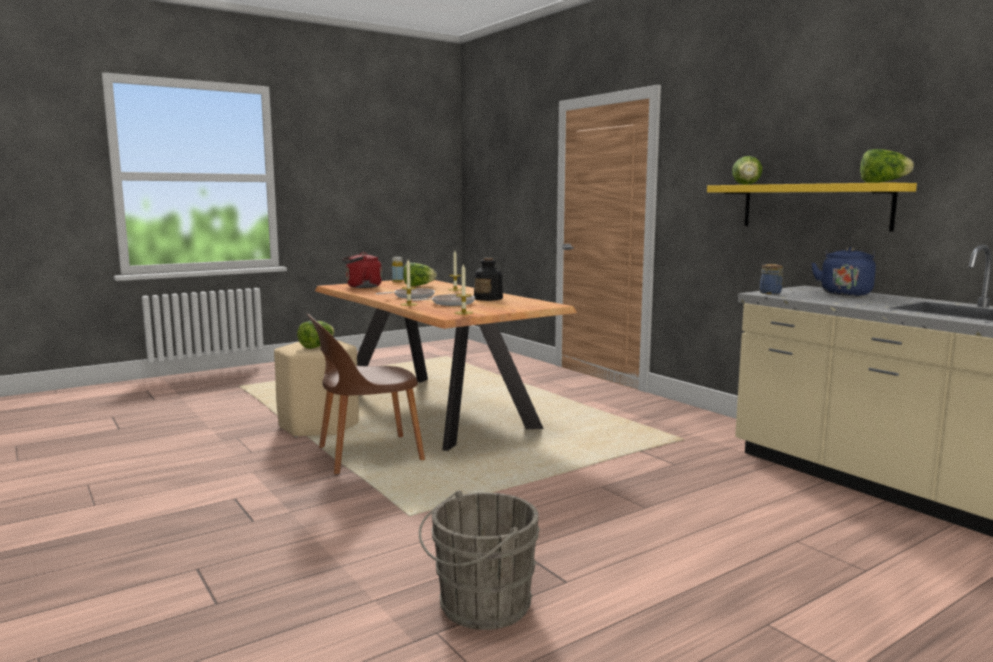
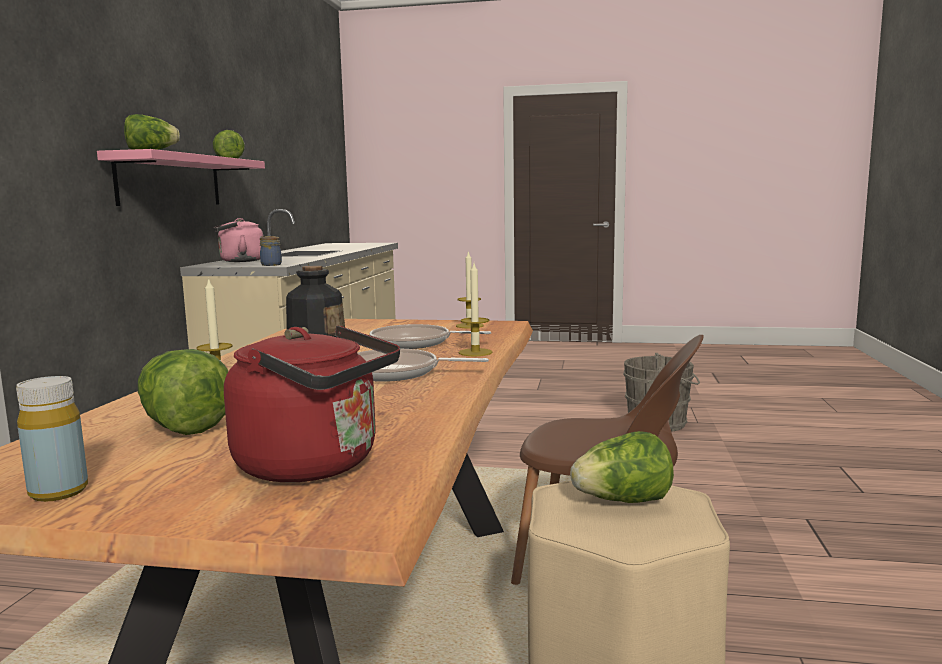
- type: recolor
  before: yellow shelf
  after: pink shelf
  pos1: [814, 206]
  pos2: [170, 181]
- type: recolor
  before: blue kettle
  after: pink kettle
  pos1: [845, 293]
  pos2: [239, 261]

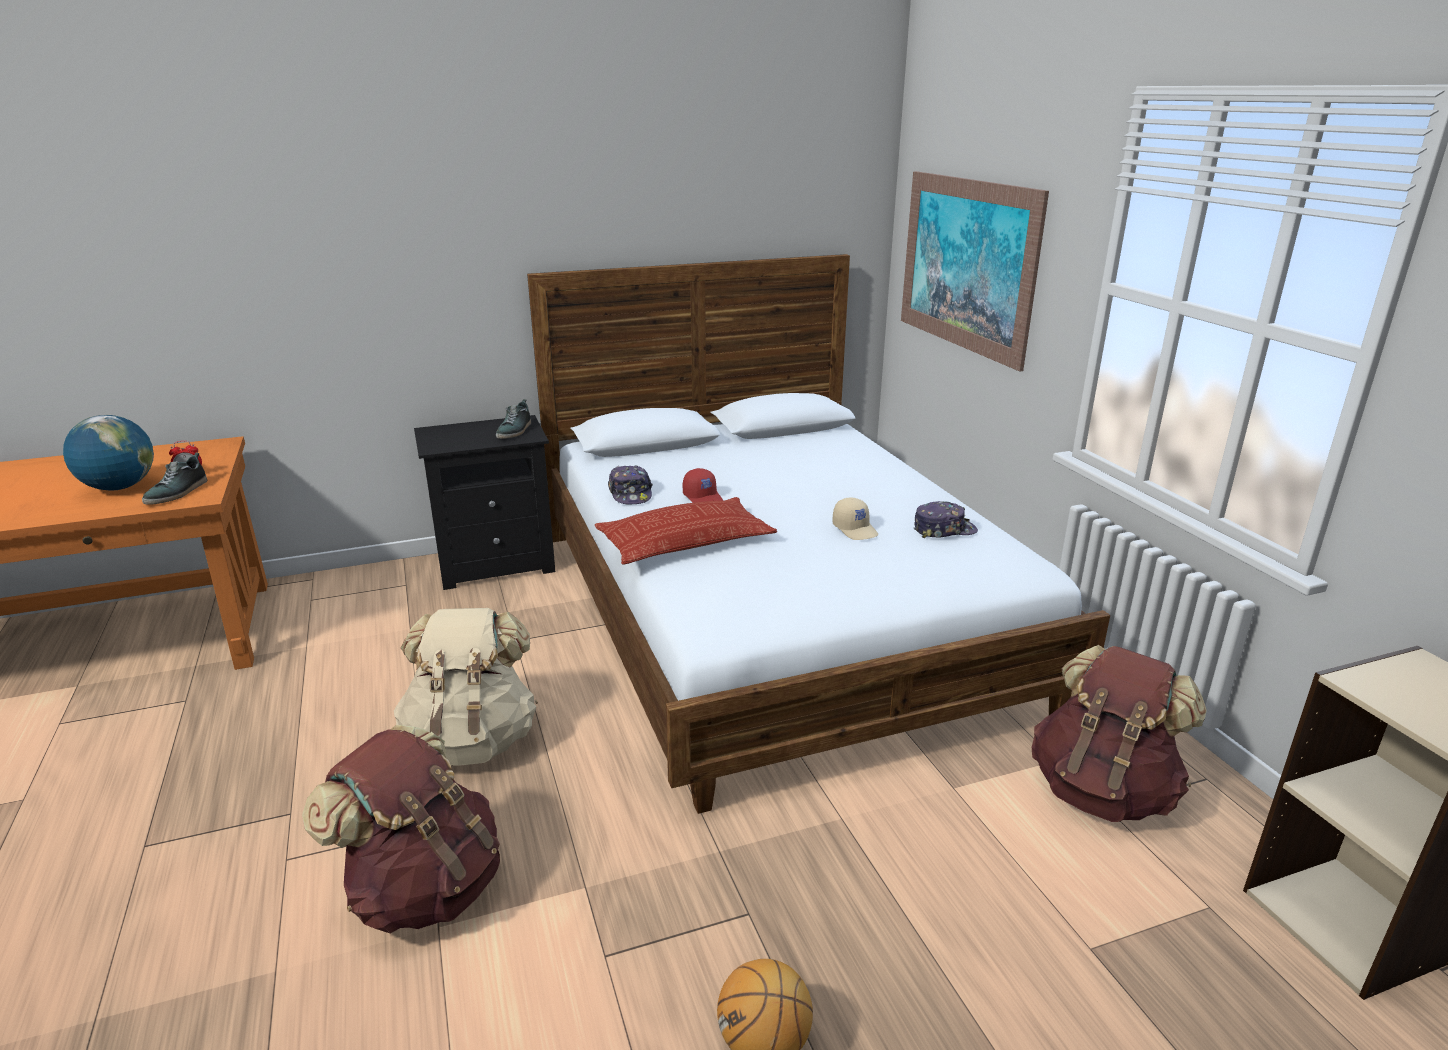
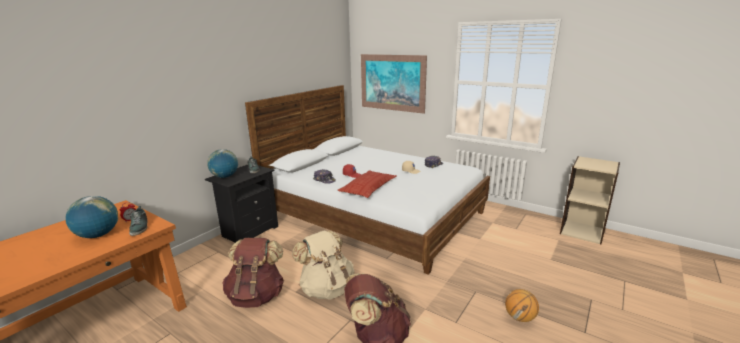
- type: insert
  after: globe
  pos2: [225, 177]
- type: move
  before: brown backpack
  pos1: [1102, 791]
  pos2: [256, 296]

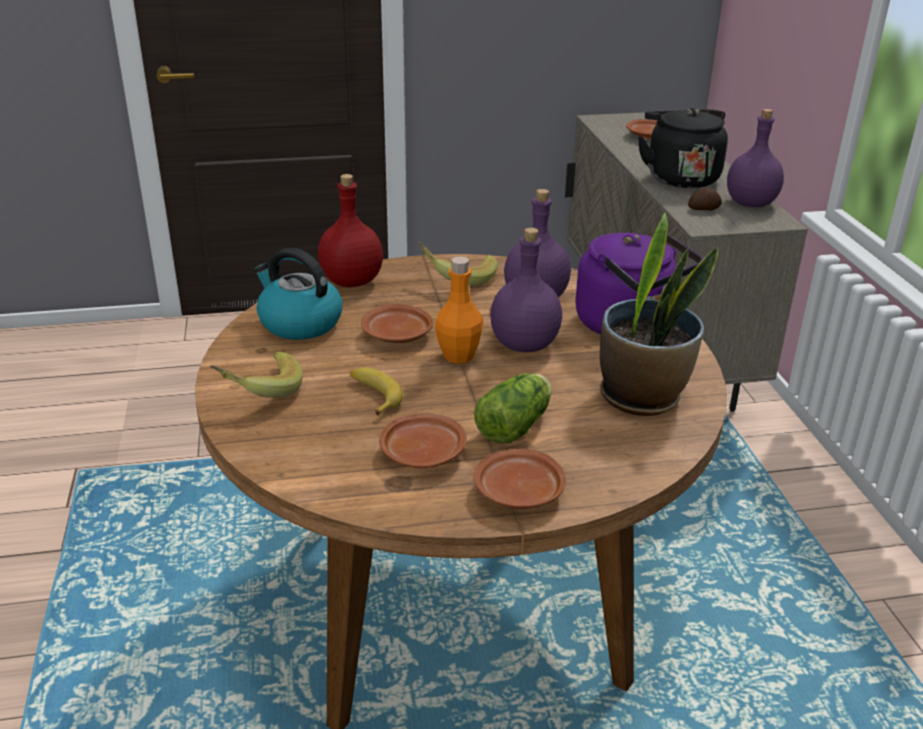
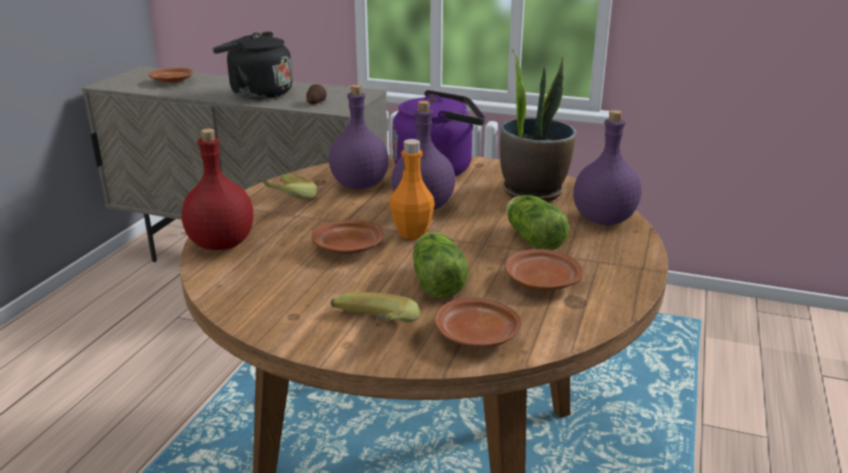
- type: delete
  before: kettle
  pos1: [299, 323]
- type: move
  before: brown plate
  pos1: [518, 493]
  pos2: [477, 336]
- type: move
  before: purple bottle
  pos1: [751, 203]
  pos2: [603, 219]
- type: replace
  before: banana
  after: lettuce
  pos1: [373, 395]
  pos2: [437, 281]

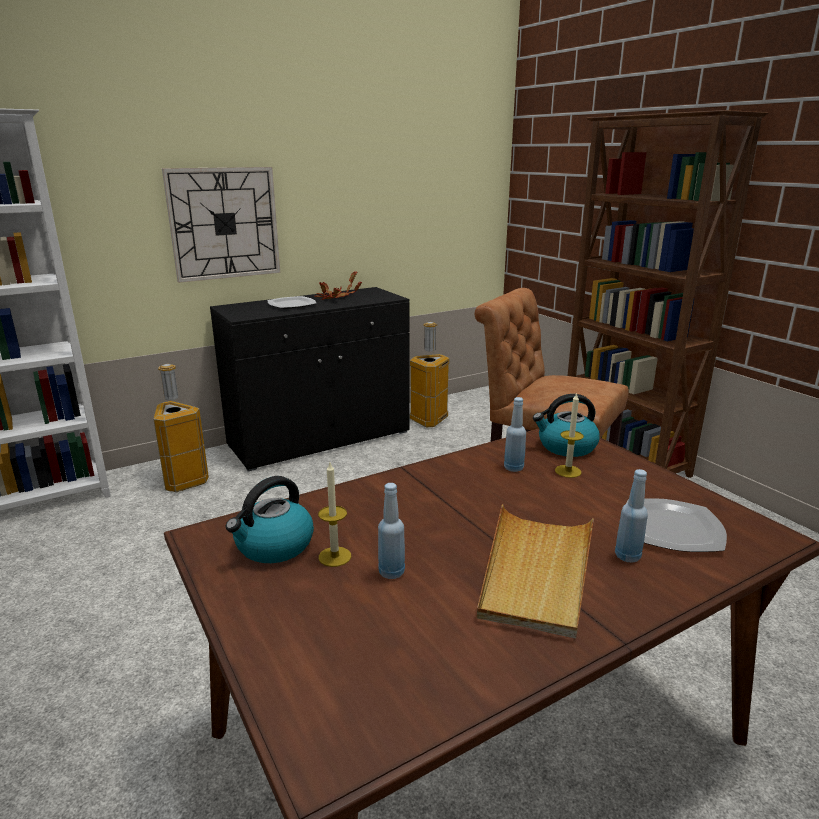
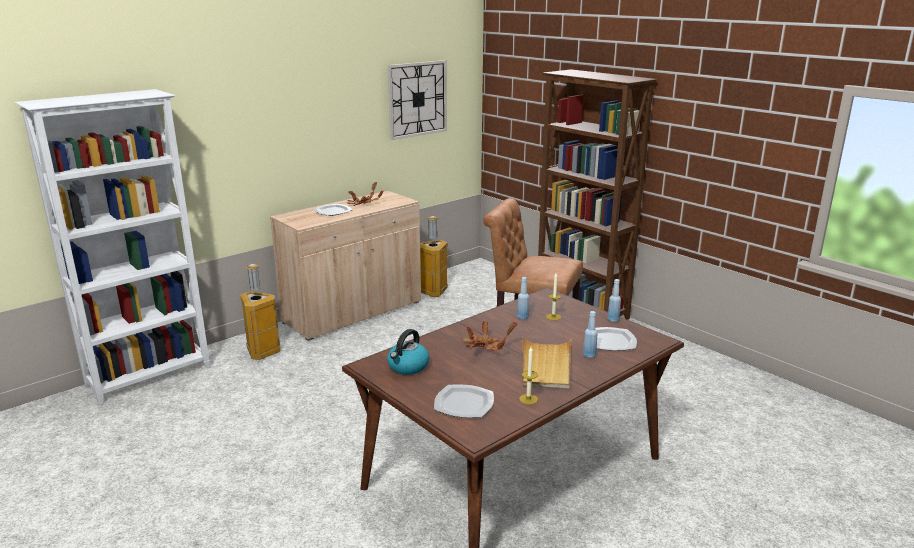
- type: delete
  before: kettle
  pos1: [566, 447]
- type: insert
  after: plate
  pos2: [464, 403]
- type: insert
  after: potted plant
  pos2: [484, 347]
- type: move
  before: wall clock
  pos1: [224, 223]
  pos2: [417, 99]
- type: move
  before: candle
  pos1: [335, 556]
  pos2: [528, 399]
- type: move
  before: blue bottle
  pos1: [391, 572]
  pos2: [613, 320]
- type: recolor
  before: black cabinet
  after: beige cabinet
  pos1: [320, 439]
  pos2: [353, 312]

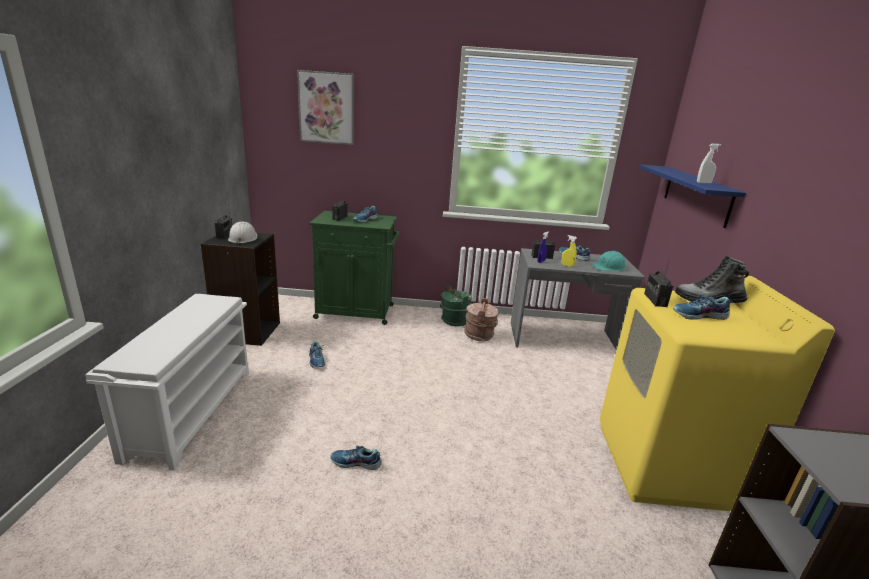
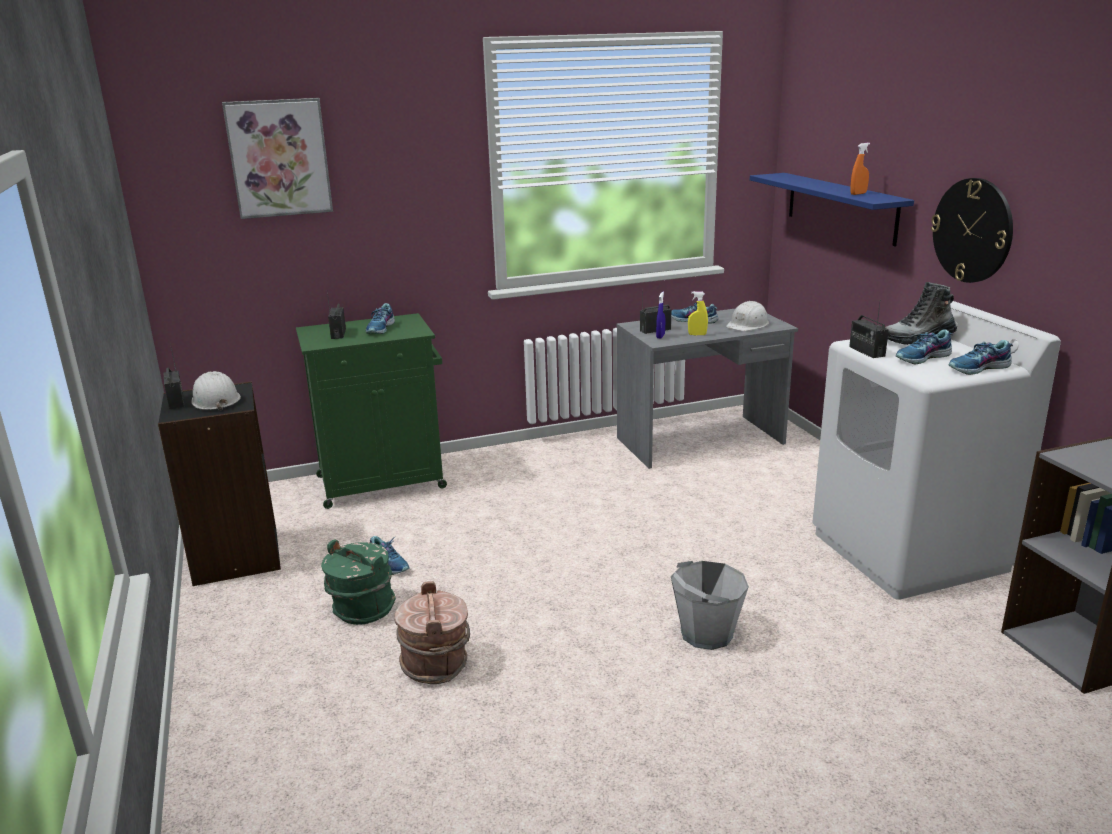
- type: delete
  before: white shoe rack
  pos1: [191, 411]
- type: insert
  after: grey bucket
  pos2: [706, 633]
- type: insert
  after: wall clock
  pos2: [972, 230]
- type: move
  before: shoe
  pos1: [356, 463]
  pos2: [979, 368]
- type: move
  before: green bucket
  pos1: [454, 320]
  pos2: [362, 609]
- type: move
  before: brown bucket
  pos1: [479, 335]
  pos2: [436, 665]
- type: recolor
  before: turquoise hard hat
  after: white hard hat
  pos1: [609, 267]
  pos2: [748, 325]
- type: recolor
  before: yellow washing machine
  after: white washing machine
  pos1: [668, 465]
  pos2: [910, 552]
- type: recolor
  before: white spray bottle
  after: orange spray bottle
  pos1: [703, 183]
  pos2: [858, 194]

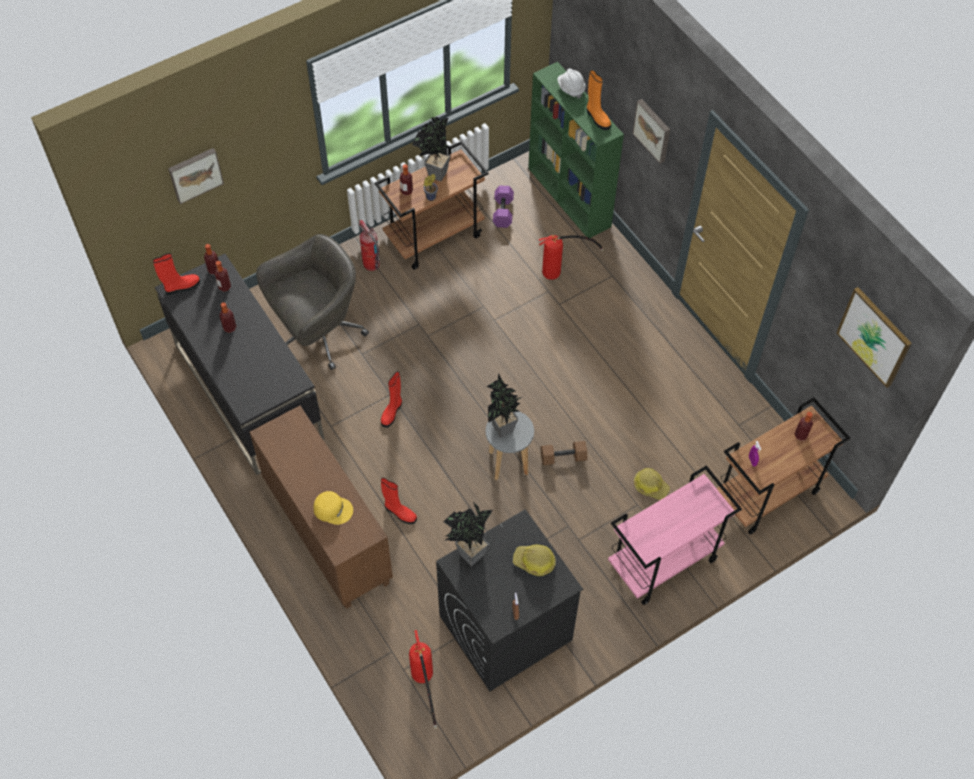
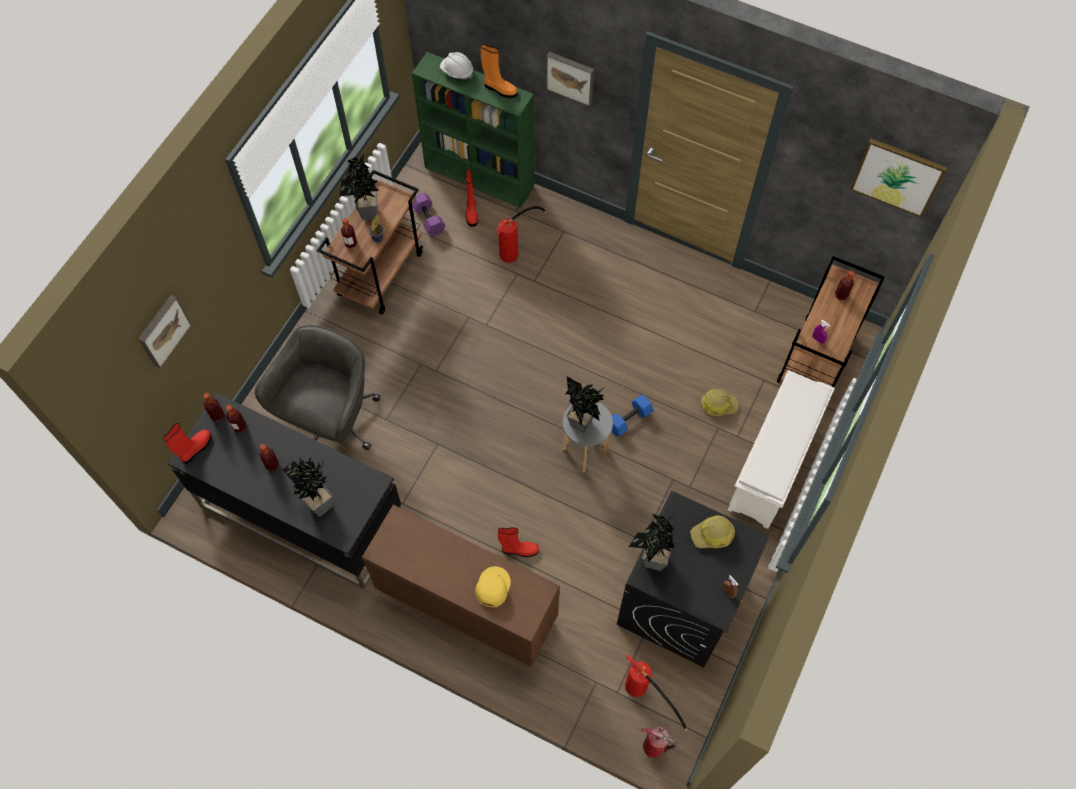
- type: insert
  after: potted plant
  pos2: [320, 502]
- type: move
  before: fire extinguisher
  pos1: [371, 265]
  pos2: [653, 748]
- type: move
  before: red boot
  pos1: [392, 412]
  pos2: [471, 212]
- type: replace
  before: pink cart
  after: white shoe rack
  pos1: [663, 562]
  pos2: [772, 467]
- type: recolor
  before: brown dumbbell
  after: blue dumbbell
  pos1: [563, 458]
  pos2: [629, 420]
- type: rotate
  before: yellow cap
  pos1: [333, 509]
  pos2: [492, 587]
  turn: -60

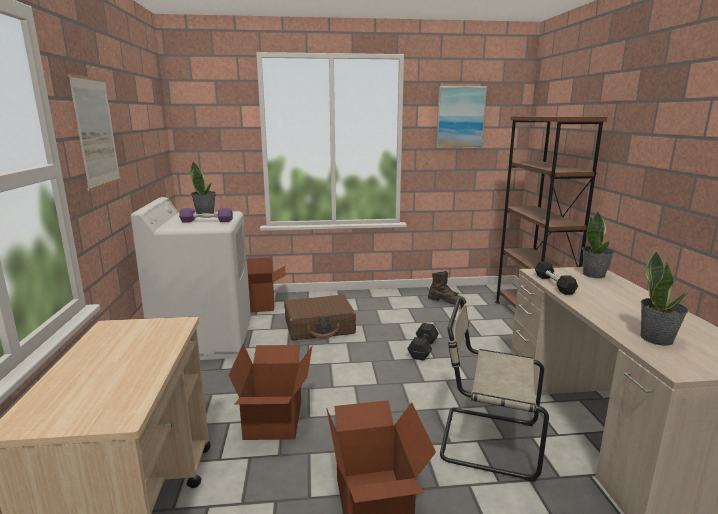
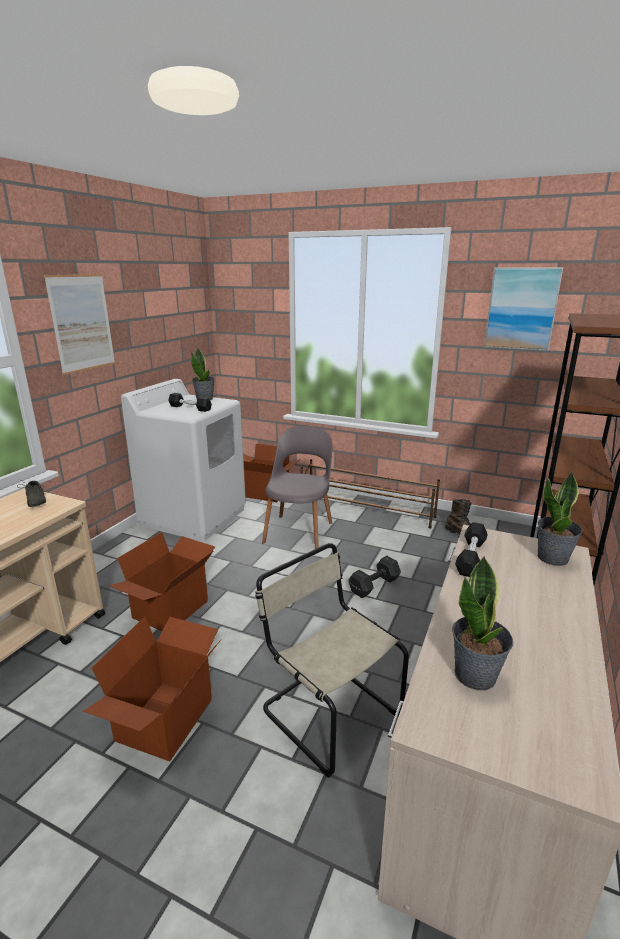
- type: insert
  after: grey shoe
  pos2: [34, 501]
- type: insert
  after: brown shoe rack
  pos2: [366, 510]
- type: replace
  before: brown suitcase
  after: grey chair
  pos1: [319, 327]
  pos2: [299, 530]
- type: recolor
  before: purple dumbbell
  after: black dumbbell
  pos1: [206, 221]
  pos2: [190, 408]

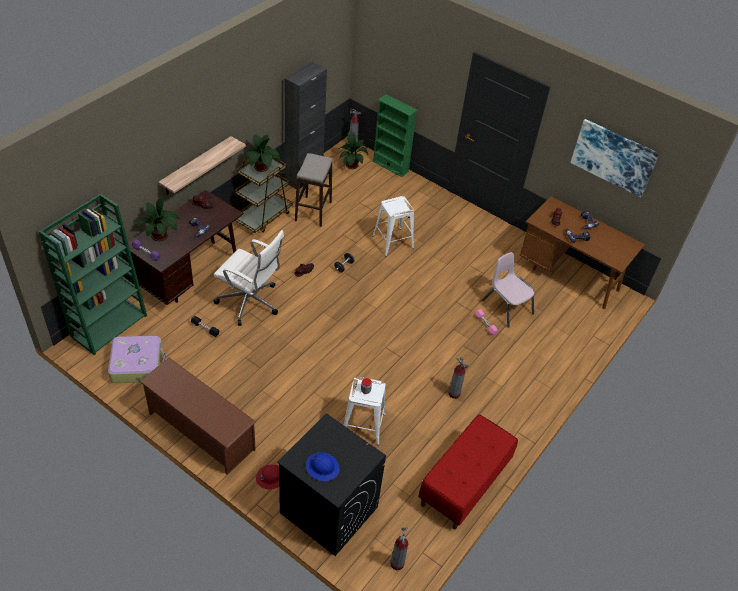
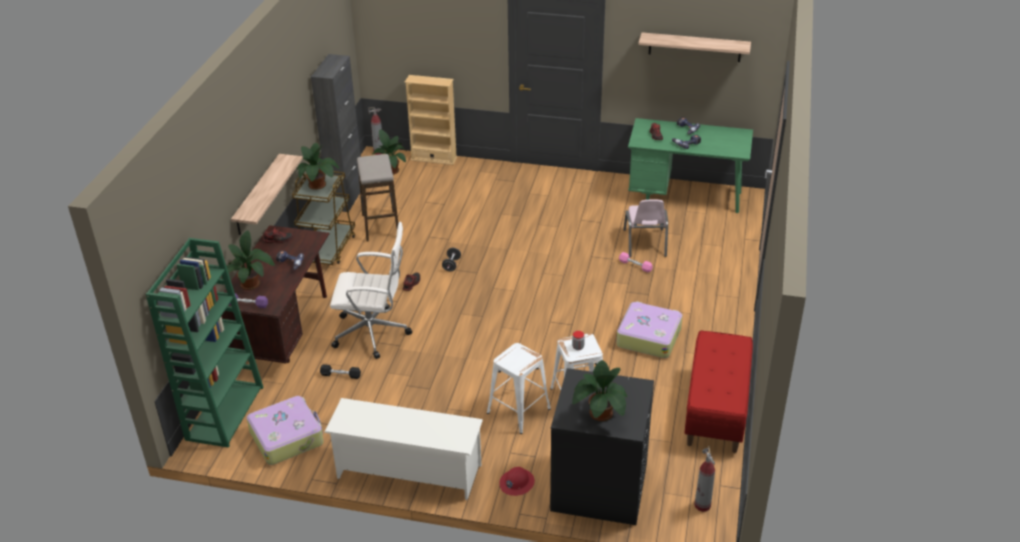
- type: move
  before: white stool
  pos1: [392, 241]
  pos2: [518, 410]
- type: replace
  before: blue hard hat
  after: potted plant
  pos1: [322, 467]
  pos2: [600, 414]
- type: replace
  before: fire extinguisher
  after: suitcase
  pos1: [454, 393]
  pos2: [648, 336]
- type: replace
  before: picture
  after: shelf
  pos1: [614, 157]
  pos2: [694, 47]
- type: recolor
  before: brown shoe rack
  after: white shoe rack
  pos1: [200, 431]
  pos2: [408, 471]
- type: recolor
  before: green bookcase
  after: beige bookcase
  pos1: [390, 166]
  pos2: [434, 158]
- type: recolor
  before: brown desk
  after: green desk
  pos1: [569, 276]
  pos2: [685, 196]
- type: rotate
  before: pink chair
  pos1: [507, 307]
  pos2: [645, 243]
  turn: -120

